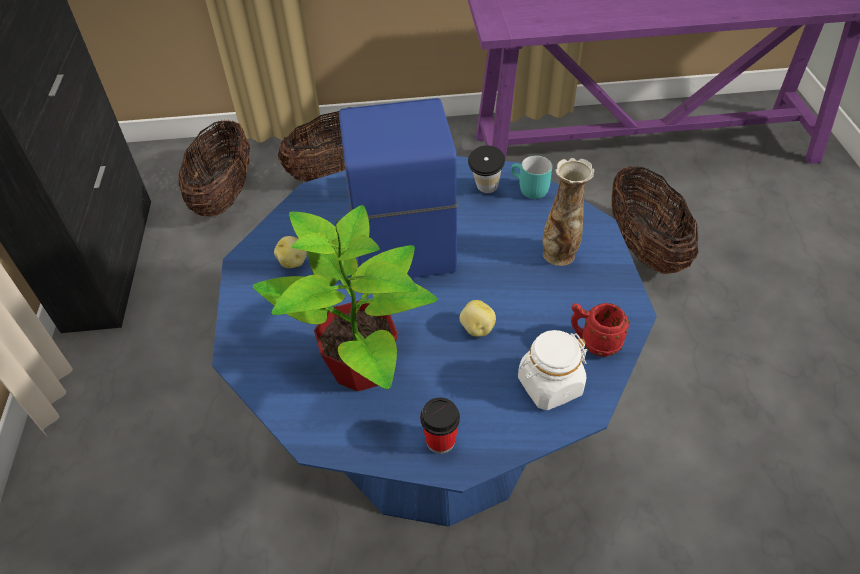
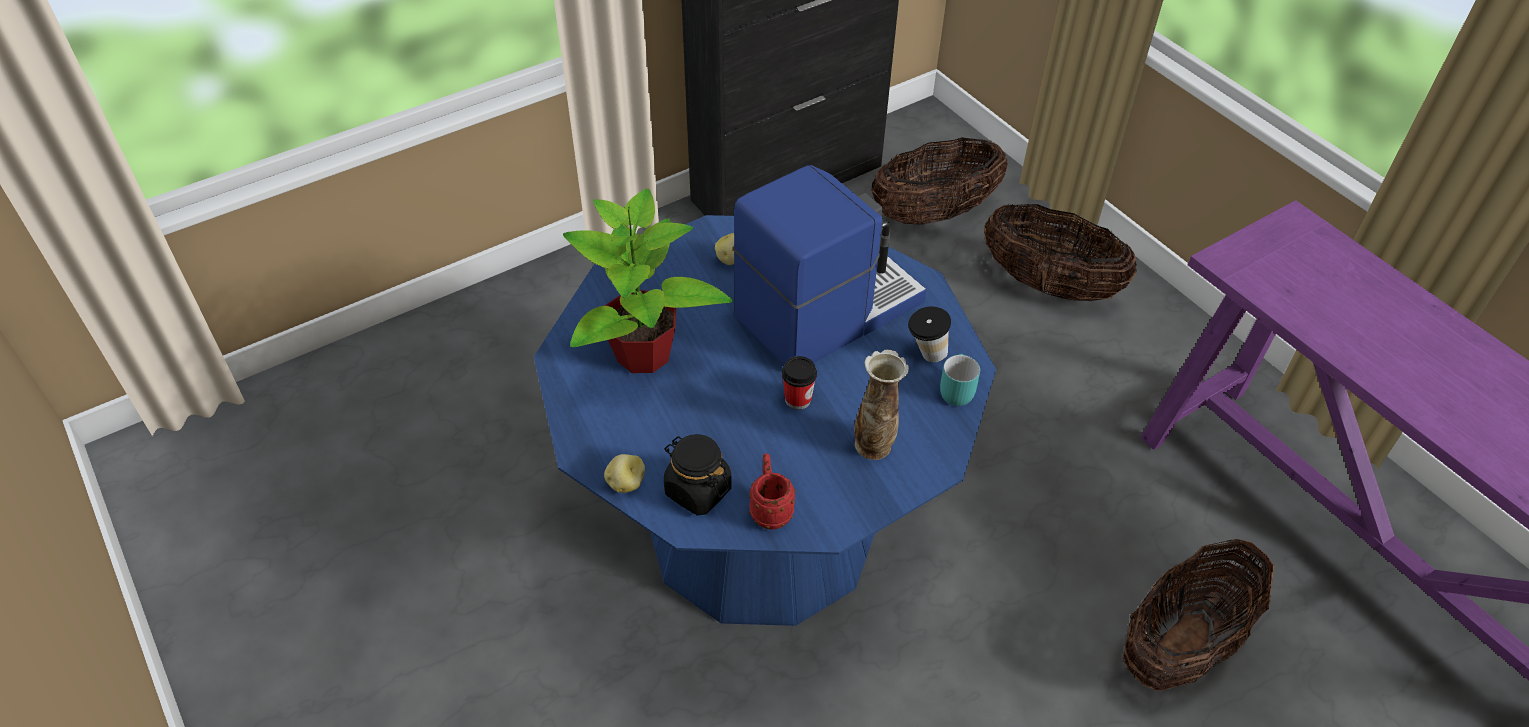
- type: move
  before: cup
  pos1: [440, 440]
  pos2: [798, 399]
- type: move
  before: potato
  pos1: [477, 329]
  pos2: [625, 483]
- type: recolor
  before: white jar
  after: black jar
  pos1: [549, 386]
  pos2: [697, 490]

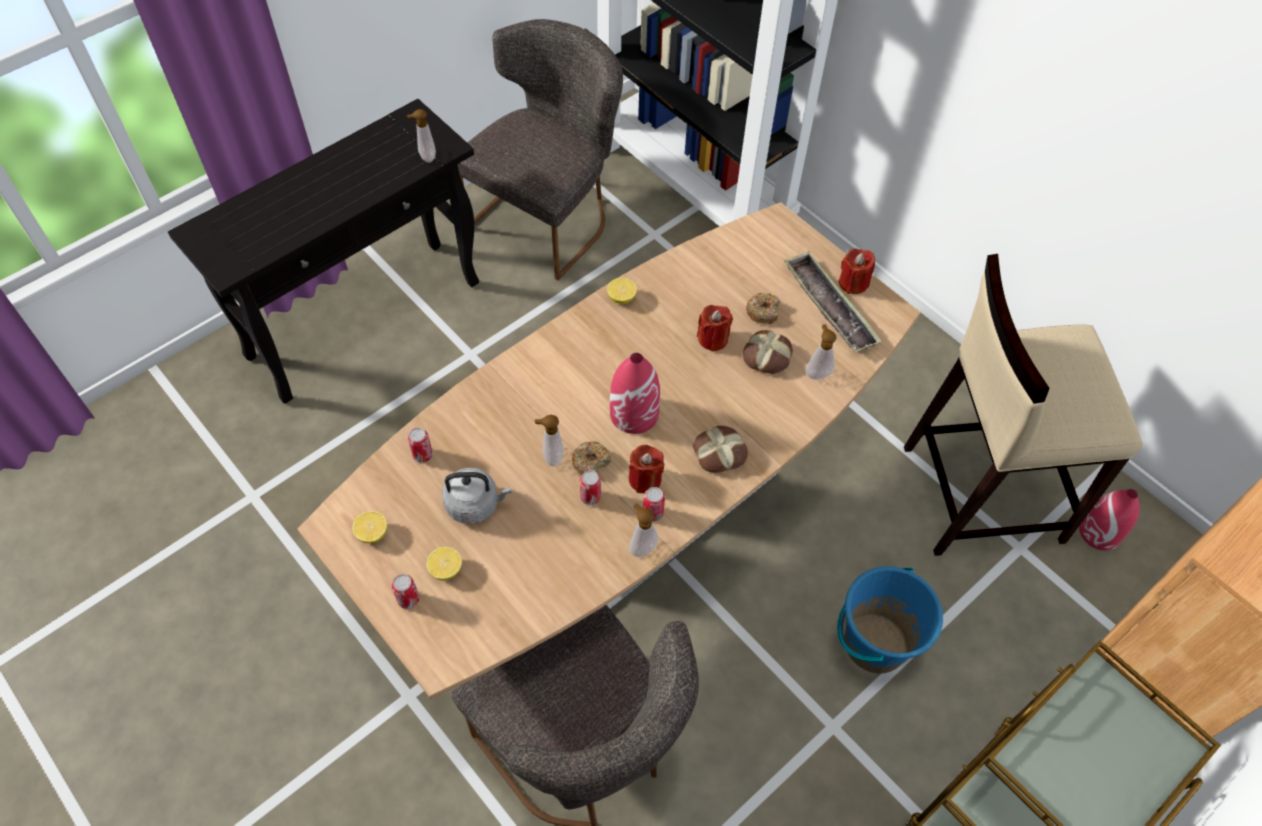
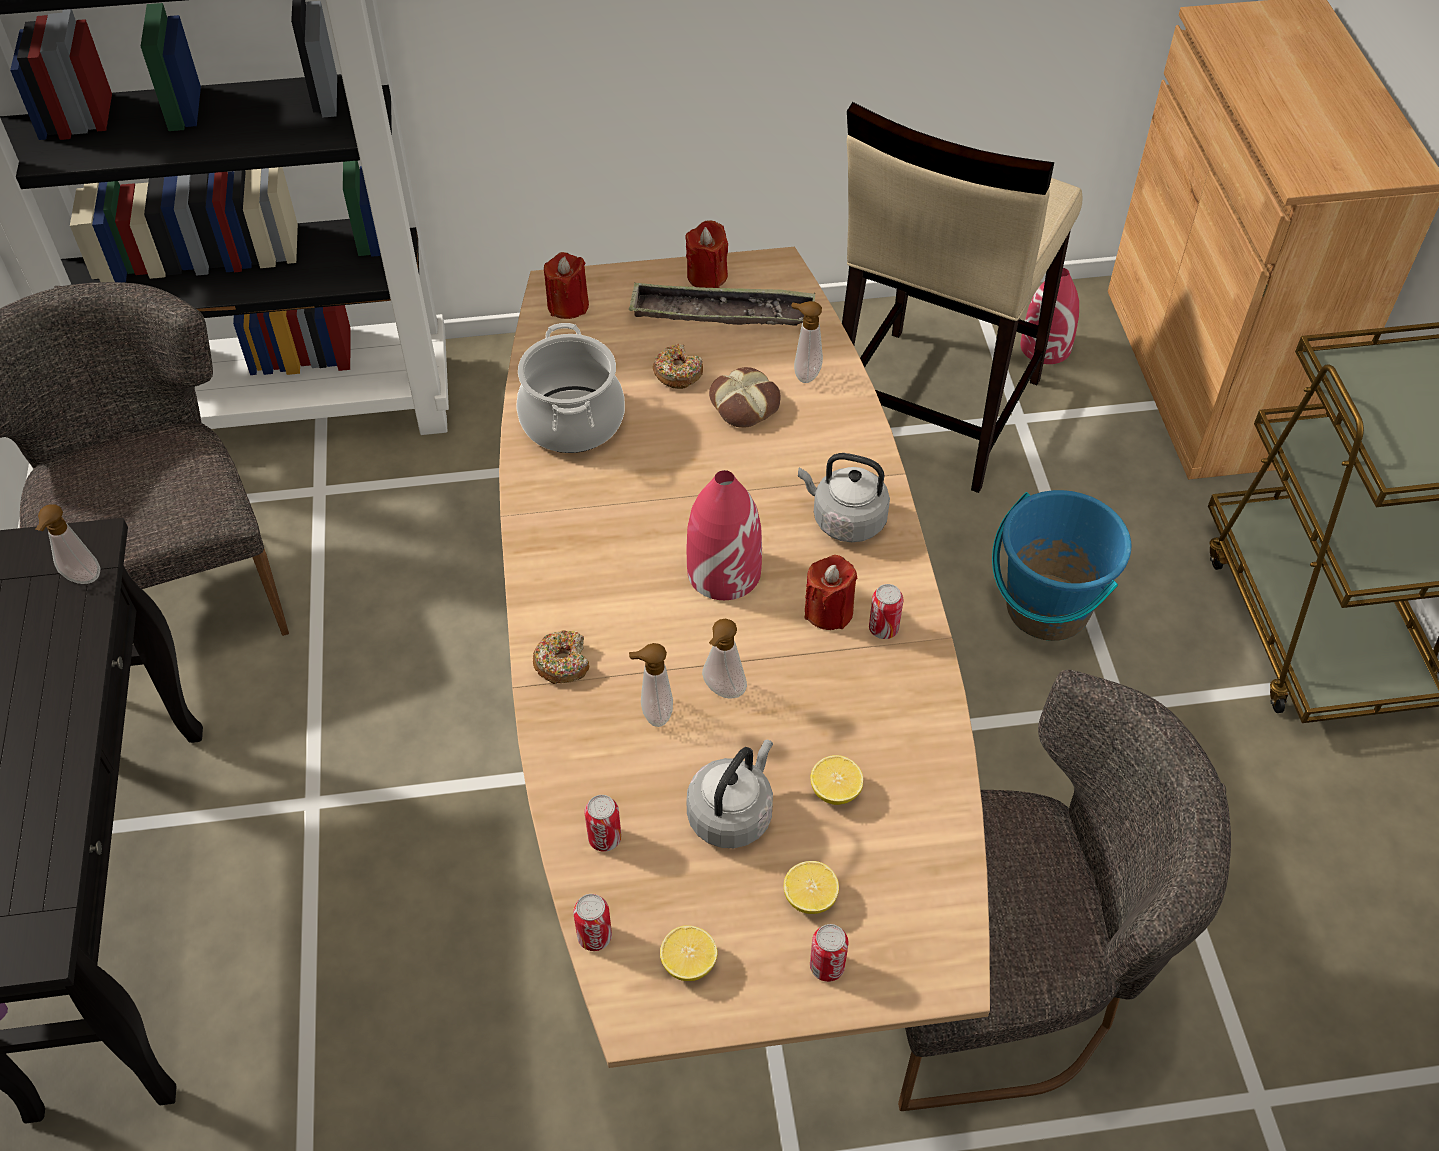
- type: insert
  after: cooking pot
  pos2: [571, 420]
- type: move
  before: donut
  pos1: [591, 462]
  pos2: [562, 662]
- type: move
  before: can
  pos1: [590, 497]
  pos2: [594, 936]
- type: move
  before: lemon
  pos1: [621, 298]
  pos2: [835, 791]
- type: move
  before: soap dispenser
  pos1: [641, 547]
  pos2: [653, 713]
- type: move
  before: red candle
  pos1: [713, 339]
  pos2: [568, 305]
- type: replace
  before: bread
  after: grey kettle
  pos1: [719, 452]
  pos2: [845, 519]

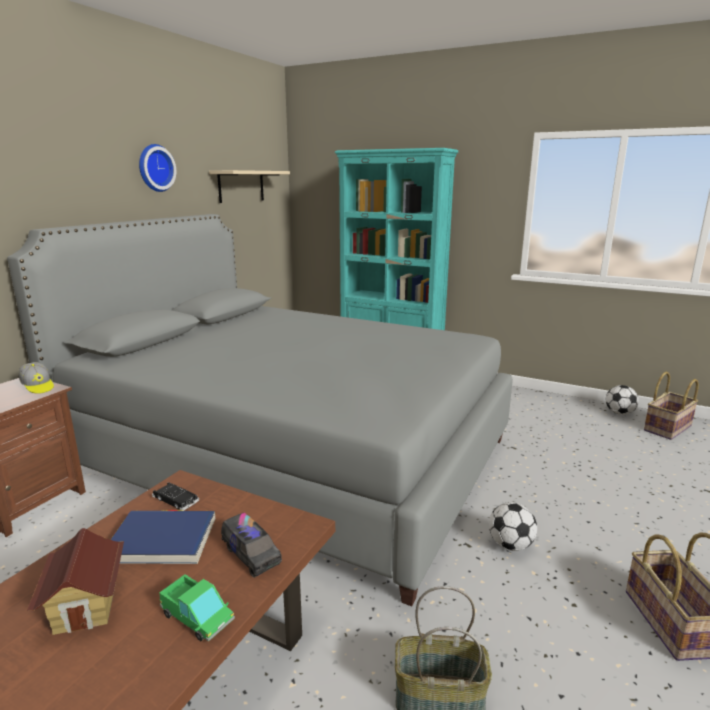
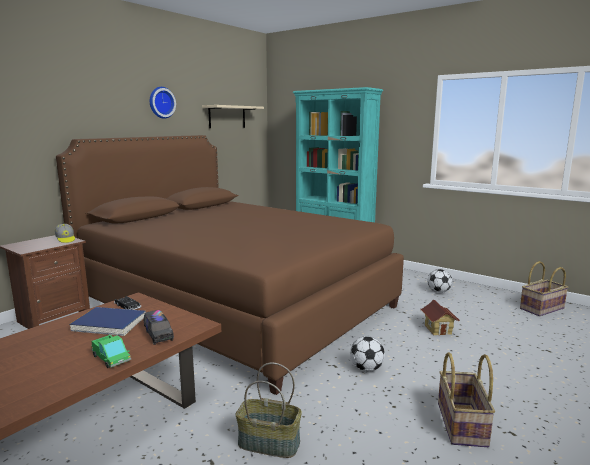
- type: move
  before: toy house
  pos1: [87, 607]
  pos2: [438, 329]
- type: move
  before: football
  pos1: [619, 413]
  pos2: [438, 292]
- type: recolor
  before: grey bed
  after: brown bed
  pos1: [292, 455]
  pos2: [235, 305]

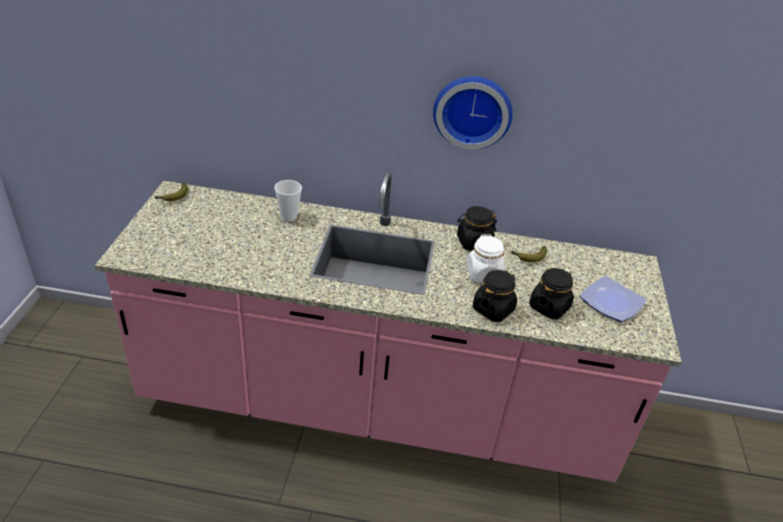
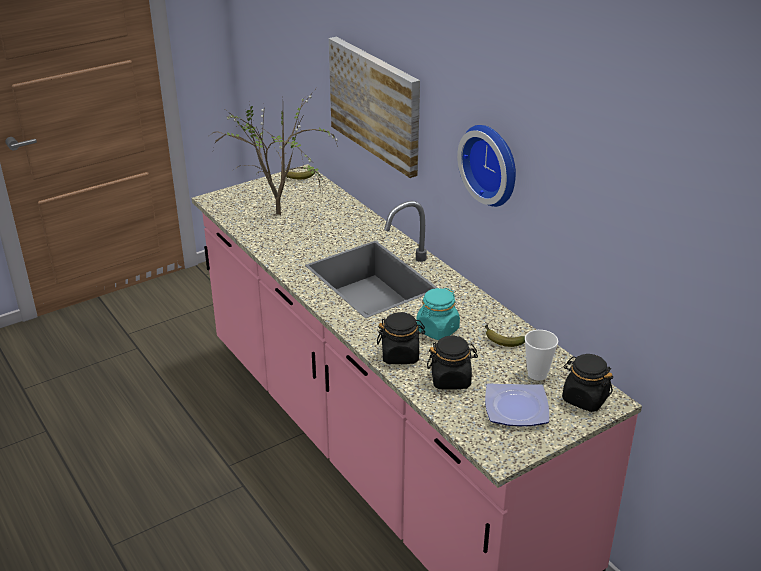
- type: insert
  after: potted plant
  pos2: [279, 216]
- type: insert
  after: picture
  pos2: [376, 104]
- type: move
  before: cup
  pos1: [288, 217]
  pos2: [537, 374]
- type: move
  before: black jar
  pos1: [473, 242]
  pos2: [584, 399]
- type: recolor
  before: white jar
  after: turquoise jar
  pos1: [483, 274]
  pos2: [437, 330]

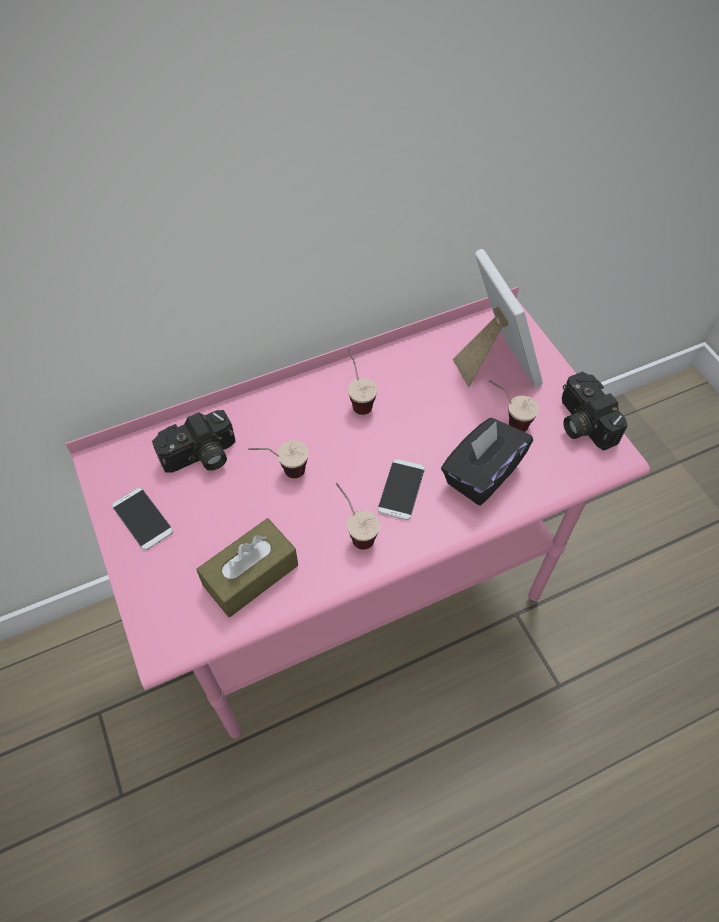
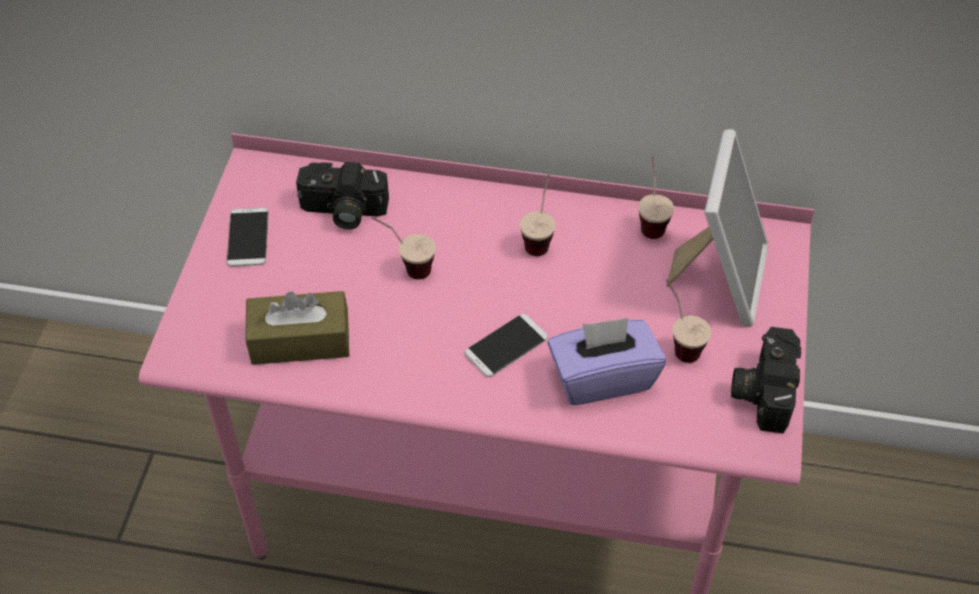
- type: move
  before: cup
  pos1: [355, 530]
  pos2: [650, 219]
- type: recolor
  before: black tissue box
  after: purple tissue box
  pos1: [481, 474]
  pos2: [602, 377]

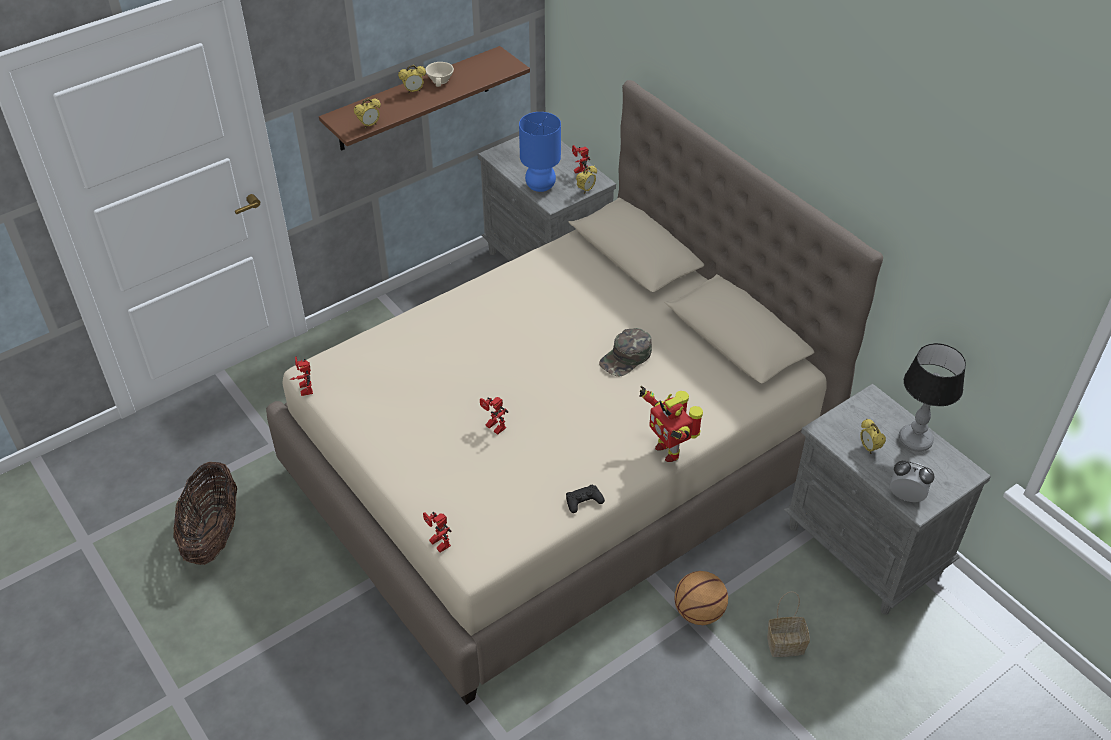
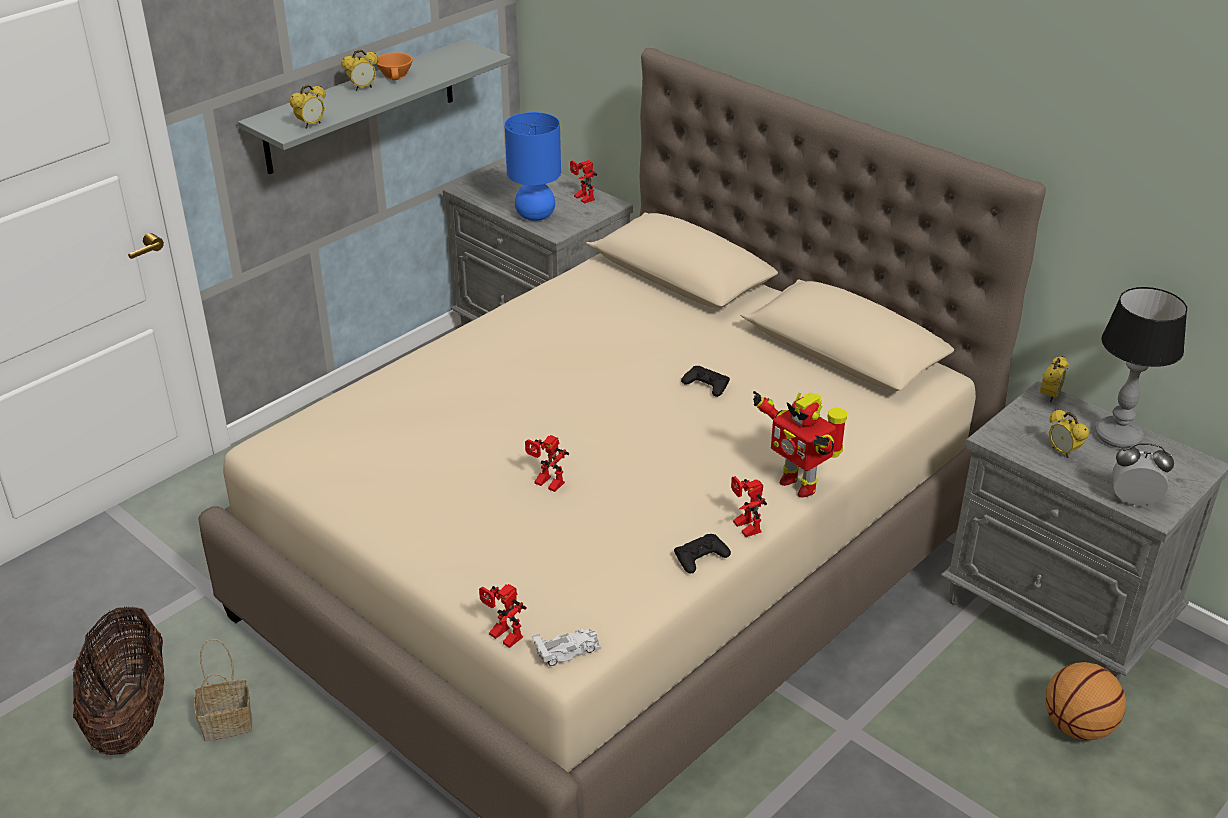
- type: insert
  after: white toy car
  pos2: [568, 650]
- type: move
  before: toy robot
  pos1: [303, 388]
  pos2: [742, 526]
- type: move
  before: alarm clock
  pos1: [586, 190]
  pos2: [1049, 397]
- type: move
  before: basketball
  pos1: [698, 612]
  pos2: [1077, 726]
- type: move
  before: basket
  pos1: [786, 643]
  pos2: [229, 722]
- type: replace
  before: green cap
  after: black game controller
  pos1: [626, 357]
  pos2: [706, 385]
- type: recolor
  before: brown shelf
  after: grey shelf
  pos1: [414, 99]
  pos2: [360, 106]
- type: recolor
  before: beige cup
  after: orange cup
  pos1: [441, 80]
  pos2: [396, 75]

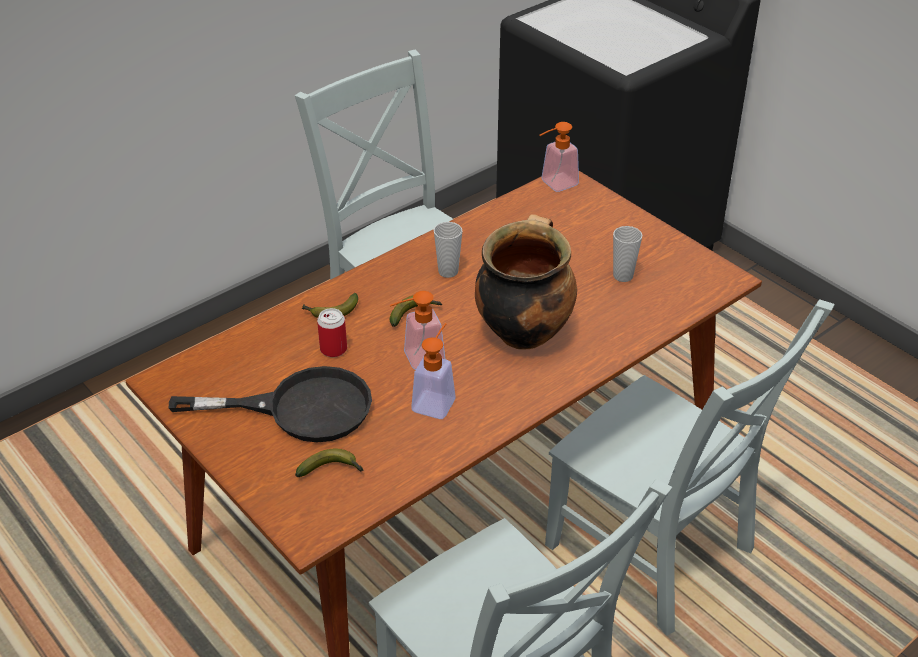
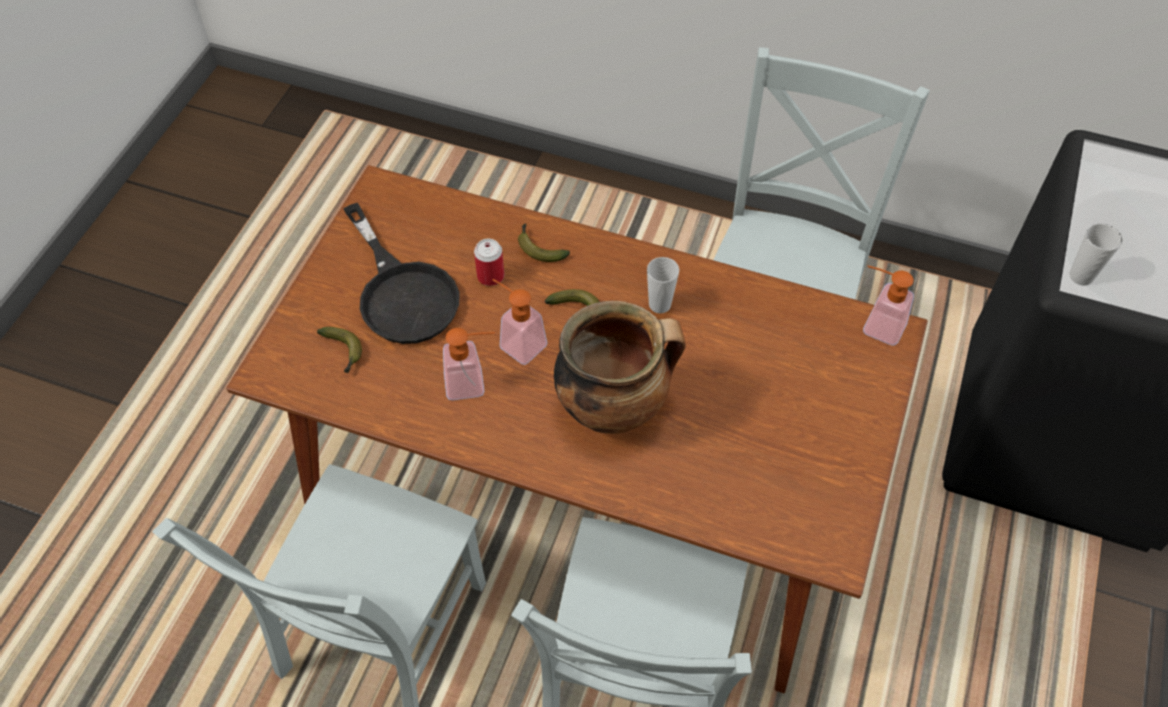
- type: move
  before: cup
  pos1: [623, 276]
  pos2: [1081, 276]

